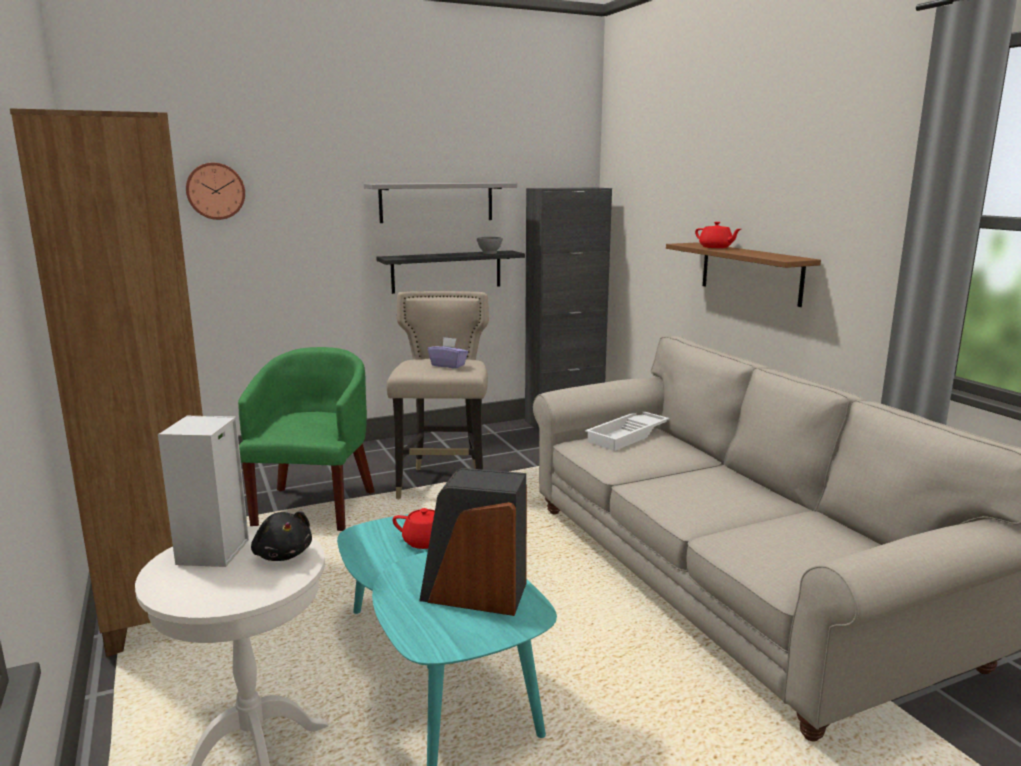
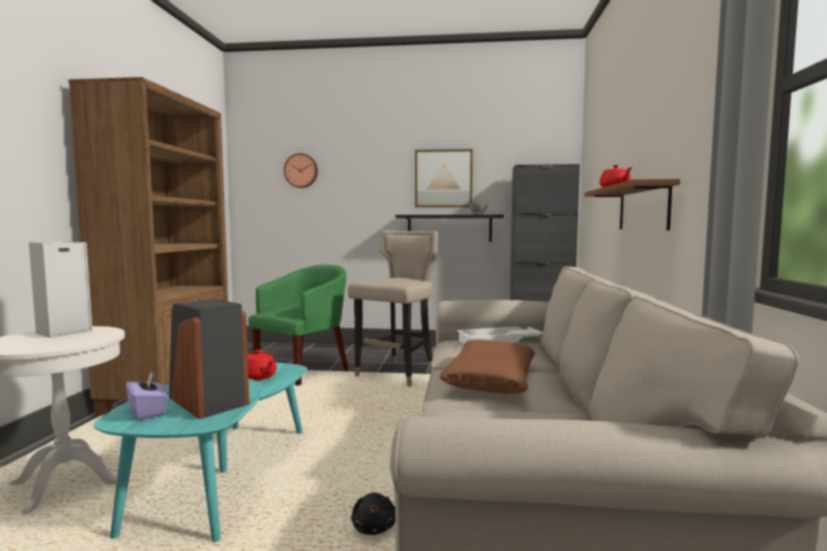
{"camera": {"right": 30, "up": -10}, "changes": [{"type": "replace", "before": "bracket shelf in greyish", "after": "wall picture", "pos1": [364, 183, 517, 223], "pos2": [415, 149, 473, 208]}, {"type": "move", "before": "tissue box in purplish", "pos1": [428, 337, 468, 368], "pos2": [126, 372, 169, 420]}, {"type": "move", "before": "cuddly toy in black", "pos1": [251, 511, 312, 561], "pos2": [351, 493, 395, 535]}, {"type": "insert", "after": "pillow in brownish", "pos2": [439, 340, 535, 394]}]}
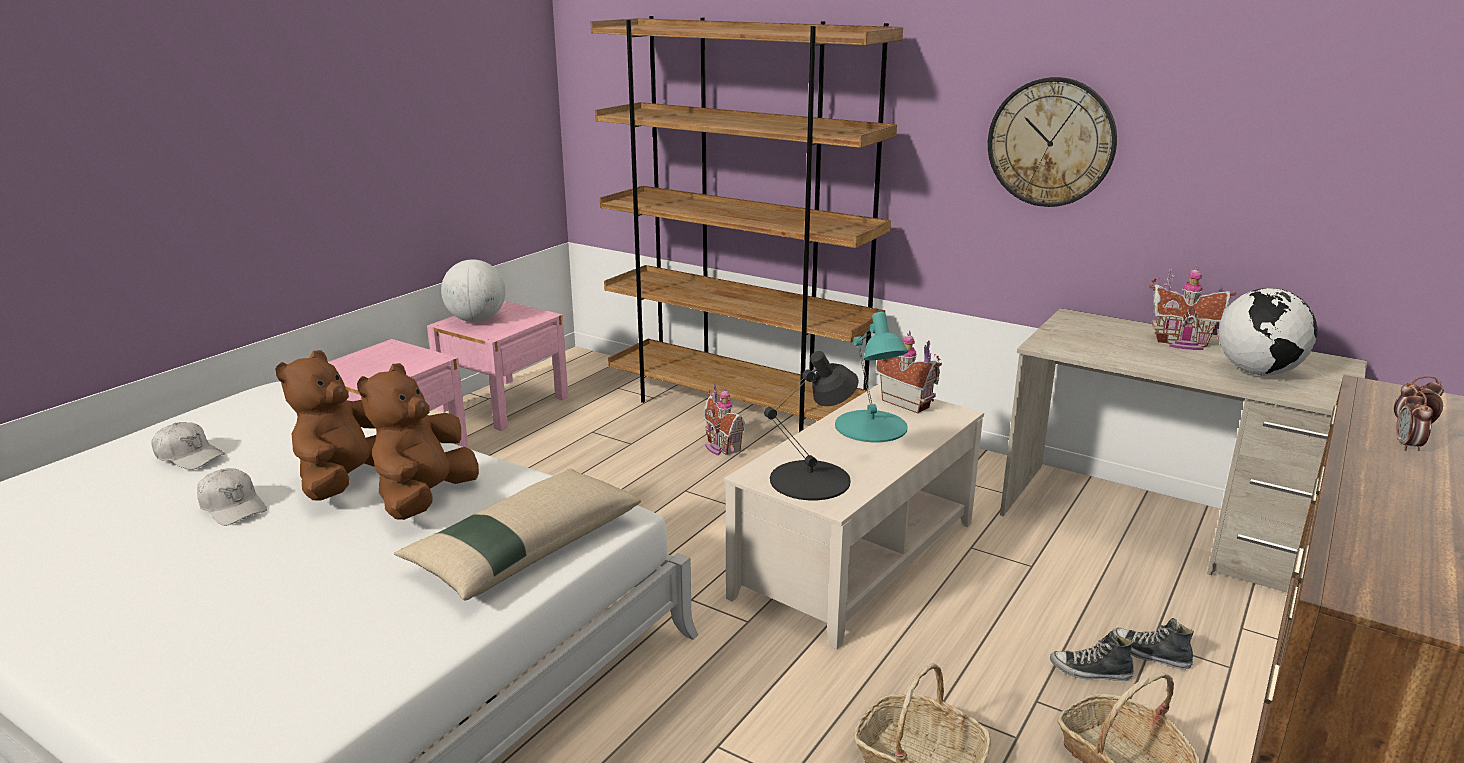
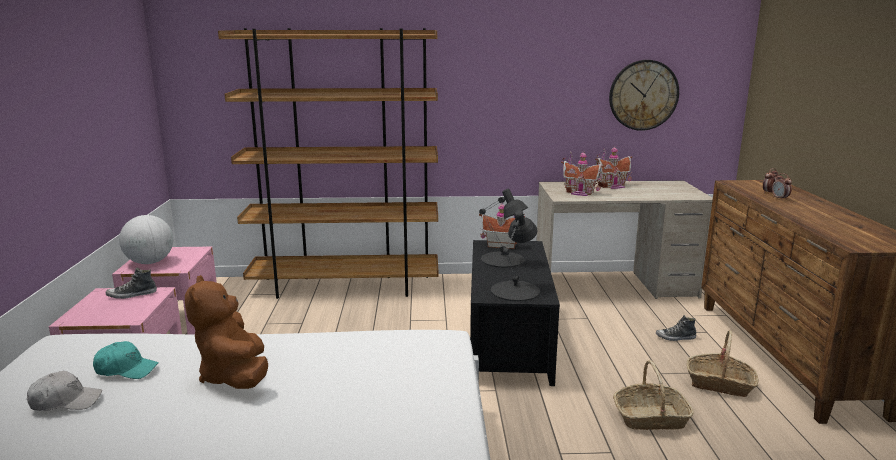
{"camera": {"right": -35, "up": -5}, "changes": [{"type": "move", "before": "clock on the wall", "pos1": [988, 77, 1117, 207], "pos2": [609, 60, 679, 131]}, {"type": "delete", "before": "globe", "pos1": [1219, 288, 1317, 376]}, {"type": "recolor", "before": "lamp for a table in turquoise", "after": "lamp for a table in black", "pos1": [835, 312, 909, 442], "pos2": [479, 189, 528, 268]}, {"type": "delete", "before": "cuddly toy in brownish", "pos1": [357, 363, 479, 520]}, {"type": "move", "before": "miniature house", "pos1": [704, 384, 746, 456], "pos2": [561, 150, 604, 196]}, {"type": "recolor", "before": "coffee table in beige", "after": "coffee table in black", "pos1": [724, 384, 984, 650], "pos2": [470, 240, 560, 386]}, {"type": "delete", "before": "peaked cap in white-coloured", "pos1": [197, 468, 267, 526]}, {"type": "delete", "before": "pillow in beige", "pos1": [394, 469, 641, 601]}, {"type": "move", "before": "low shoe", "pos1": [1050, 631, 1134, 681], "pos2": [105, 268, 157, 299]}, {"type": "insert", "after": "peaked cap in turquoise", "pos2": [93, 341, 159, 379]}]}
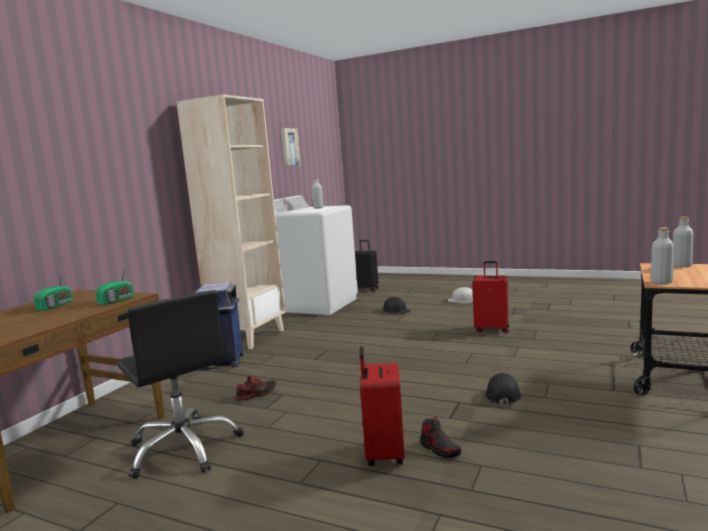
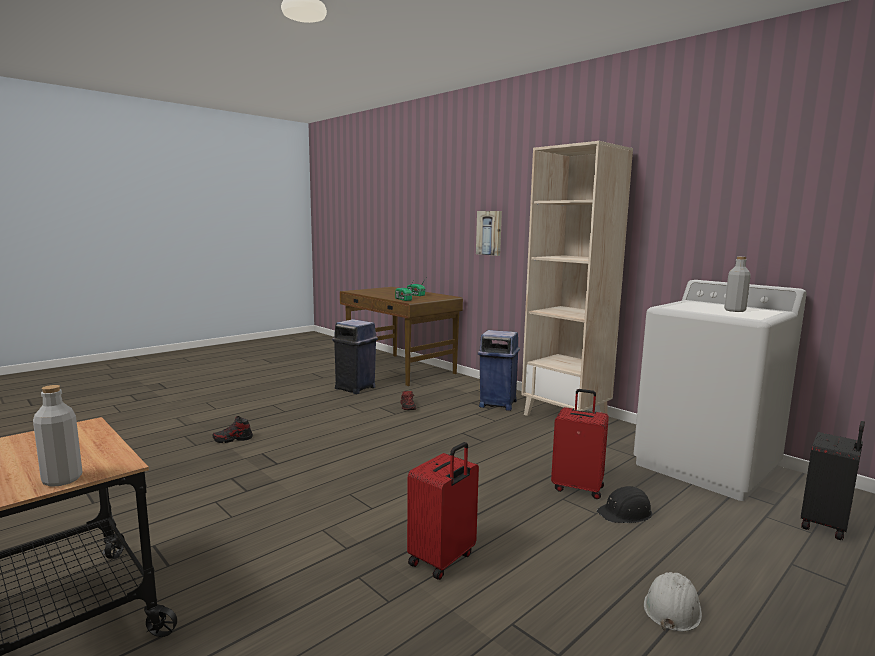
{"camera": {"right": 110, "up": 0}, "changes": [{"type": "move", "before": "wall picture", "pos1": [281, 128, 301, 166], "pos2": [476, 211, 502, 256]}, {"type": "delete", "before": "beverage bottle in greyish", "pos1": [651, 228, 674, 284]}, {"type": "replace", "before": "office chair in black", "after": "rubbish bin in blue-coloured", "pos1": [117, 290, 244, 479], "pos2": [332, 319, 378, 394]}, {"type": "move", "before": "piece of luggage in red", "pos1": [359, 346, 405, 466], "pos2": [551, 389, 609, 499]}, {"type": "delete", "before": "work helmet in black", "pos1": [485, 373, 521, 406]}]}
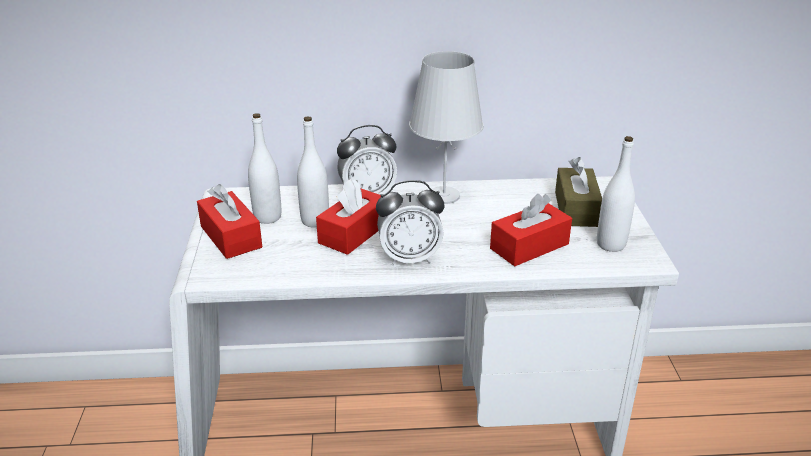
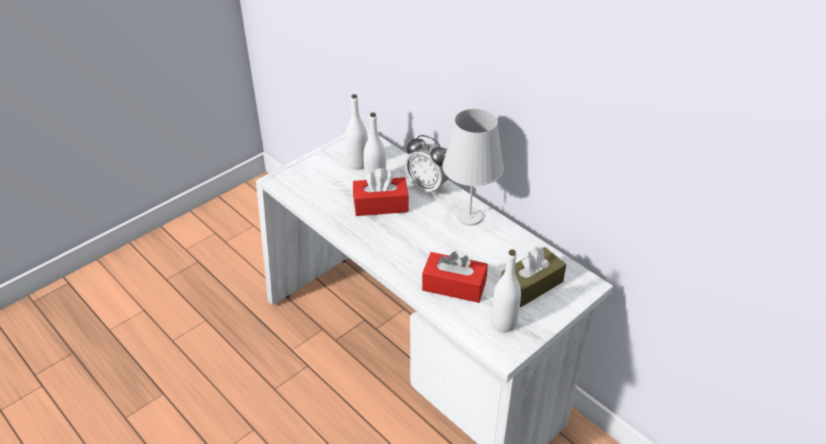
{"camera": {"right": 50, "up": 10}, "changes": [{"type": "delete", "before": "table clock", "pos1": [376, 180, 444, 266]}, {"type": "delete", "before": "tissue box in red", "pos1": [197, 184, 262, 259]}]}
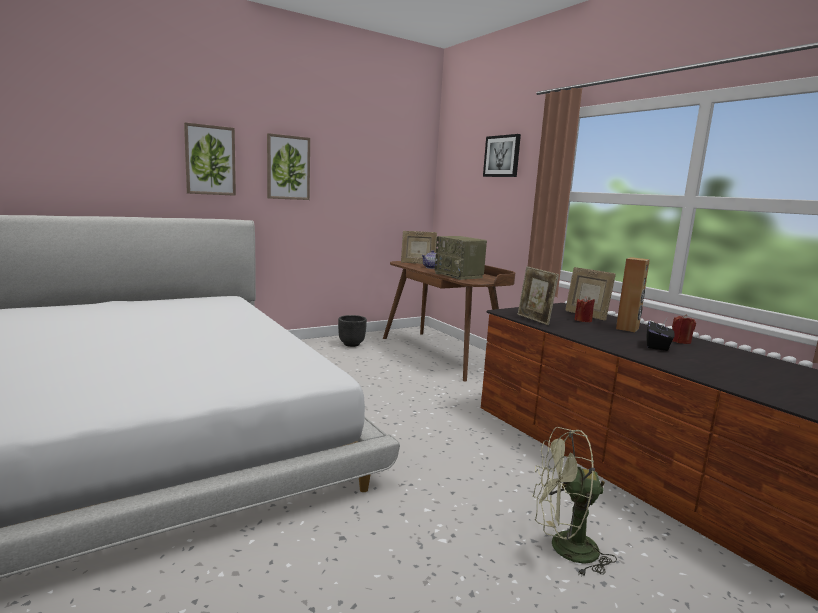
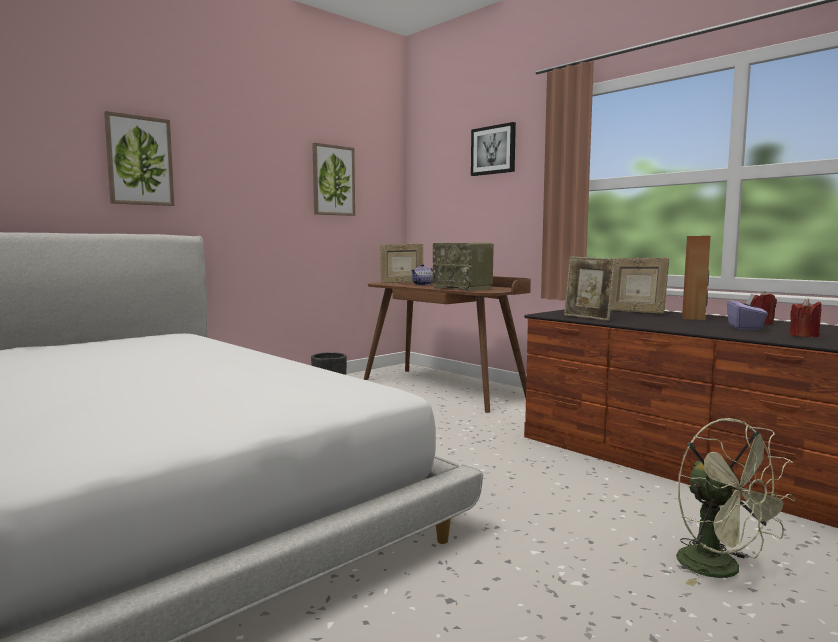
{"camera": {"right": -10, "up": -5}, "changes": [{"type": "move", "before": "wall picture", "pos1": [267, 133, 310, 200], "pos2": [312, 143, 355, 216]}, {"type": "move", "before": "wax candle in red", "pos1": [574, 296, 595, 322], "pos2": [789, 299, 821, 337]}, {"type": "recolor", "before": "tissue box in black", "after": "tissue box in purplish", "pos1": [647, 318, 675, 351], "pos2": [727, 294, 768, 330]}, {"type": "rotate", "before": "electric fan in green", "pos1": [532, 427, 617, 577], "pos2": [676, 418, 796, 586], "turn": -105}]}
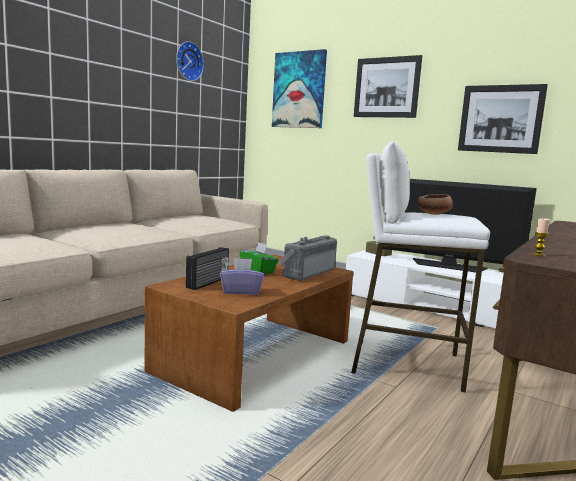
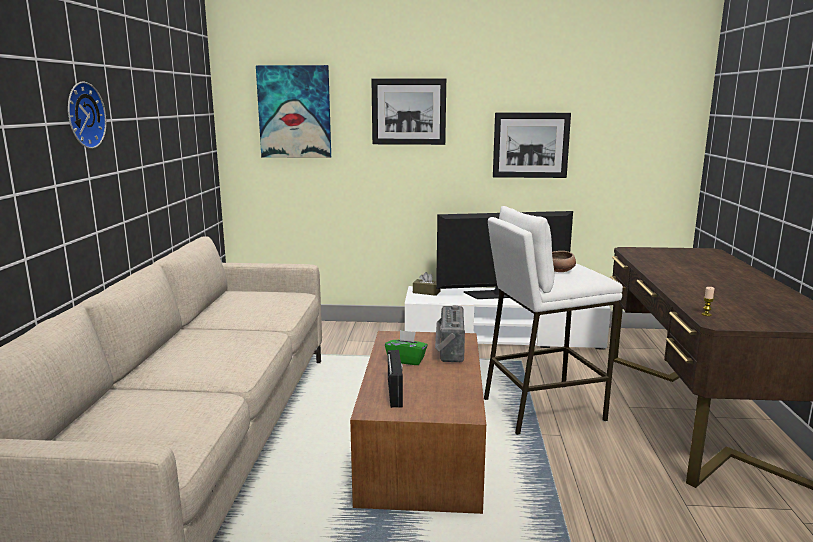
{"camera": {"right": -30, "up": 5}, "changes": [{"type": "move", "before": "clock on the wall", "pos1": [176, 41, 204, 81], "pos2": [68, 82, 107, 149]}, {"type": "delete", "before": "tissue box in purplish", "pos1": [220, 258, 264, 295]}]}
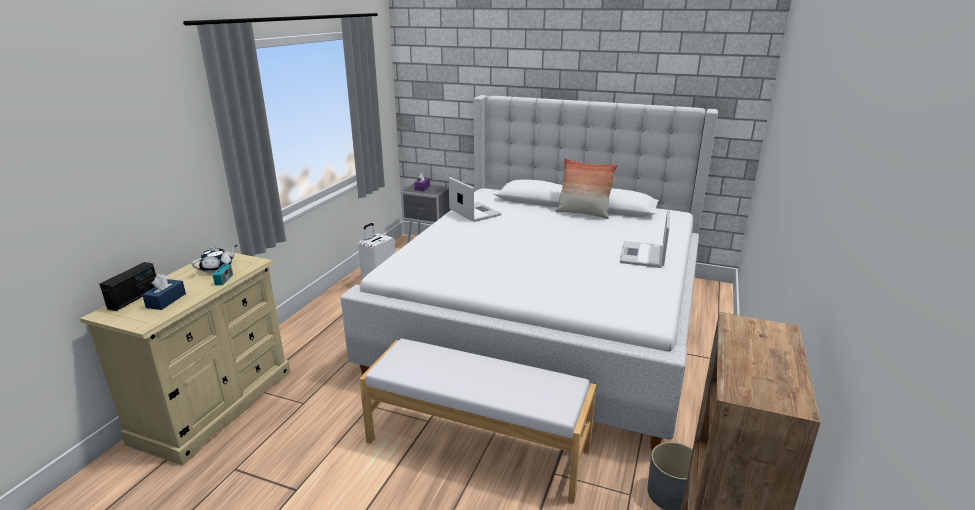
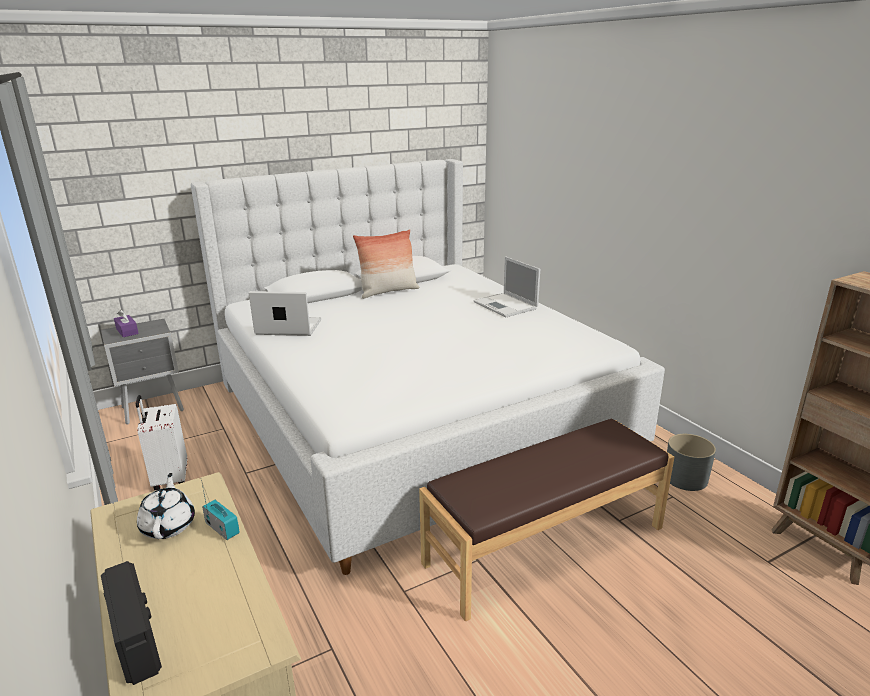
{"camera": {"right": -50, "up": 0}, "changes": [{"type": "delete", "before": "tissue box in blue-coloured", "pos1": [142, 274, 186, 310]}, {"type": "recolor", "before": "indoor bench in white-coloured", "after": "indoor bench in brownish", "pos1": [359, 338, 596, 503], "pos2": [419, 419, 674, 622]}]}
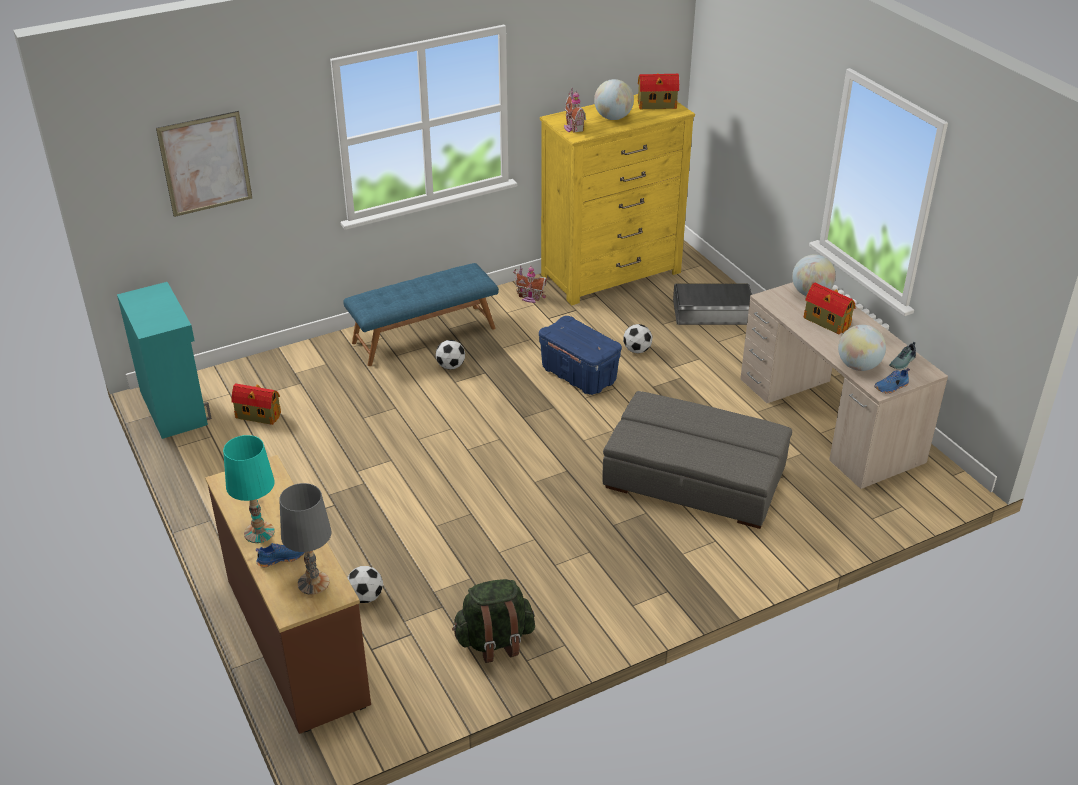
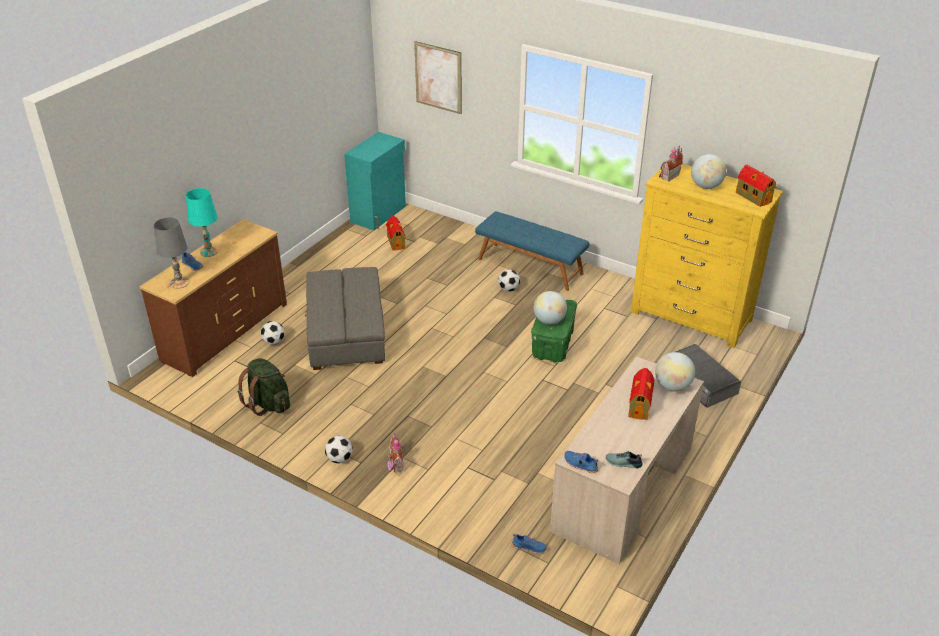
{"camera": {"right": 60, "up": 0}, "changes": [{"type": "move", "before": "miniature house", "pos1": [513, 265, 548, 303], "pos2": [387, 432, 404, 472]}, {"type": "recolor", "before": "storage container in blue-coloured", "after": "storage container in green", "pos1": [539, 316, 622, 395], "pos2": [531, 300, 577, 362]}, {"type": "move", "before": "football ball", "pos1": [623, 324, 653, 353], "pos2": [325, 436, 353, 464]}, {"type": "move", "before": "globe", "pos1": [838, 325, 886, 371], "pos2": [534, 291, 567, 324]}, {"type": "move", "before": "pouffe in greyish", "pos1": [602, 391, 792, 529], "pos2": [305, 267, 385, 370]}, {"type": "insert", "after": "low shoe in blue-coloured", "pos2": [512, 534, 547, 554]}]}
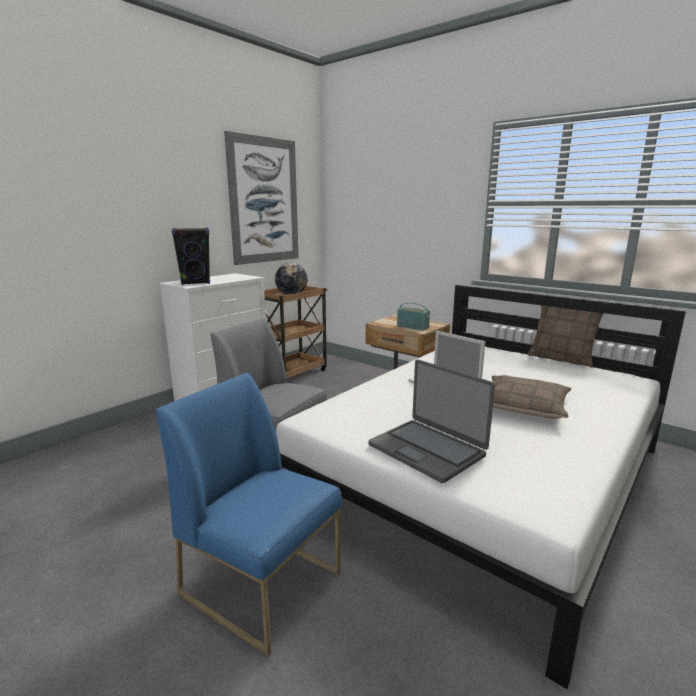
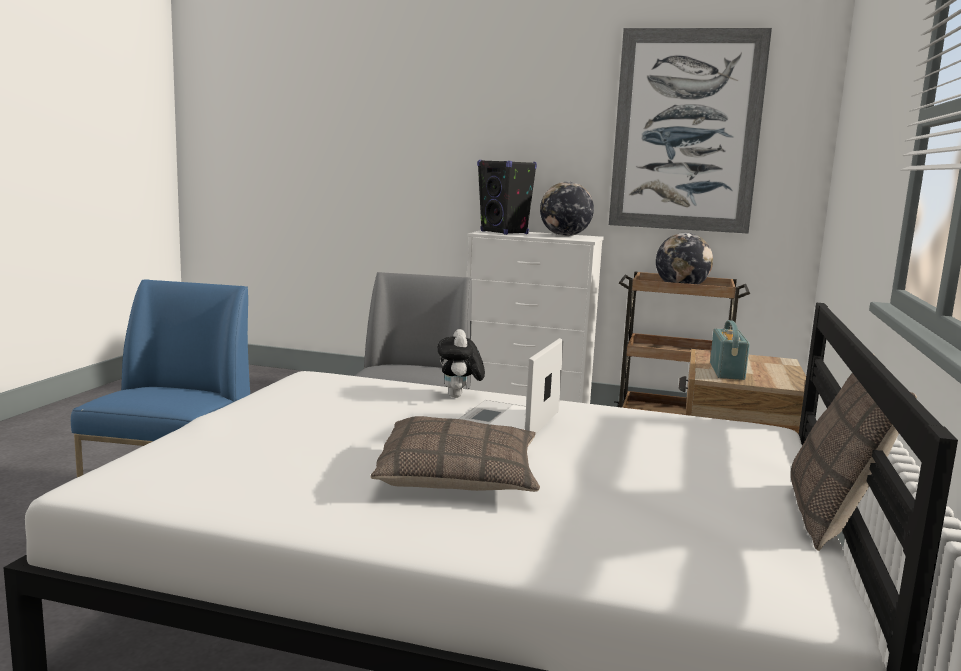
{"camera": {"right": 65, "up": -5}, "changes": [{"type": "delete", "before": "notebook computer", "pos1": [369, 359, 495, 483]}, {"type": "insert", "after": "globe", "pos2": [540, 182, 594, 236]}, {"type": "insert", "after": "cuddly toy", "pos2": [438, 329, 485, 398]}]}
